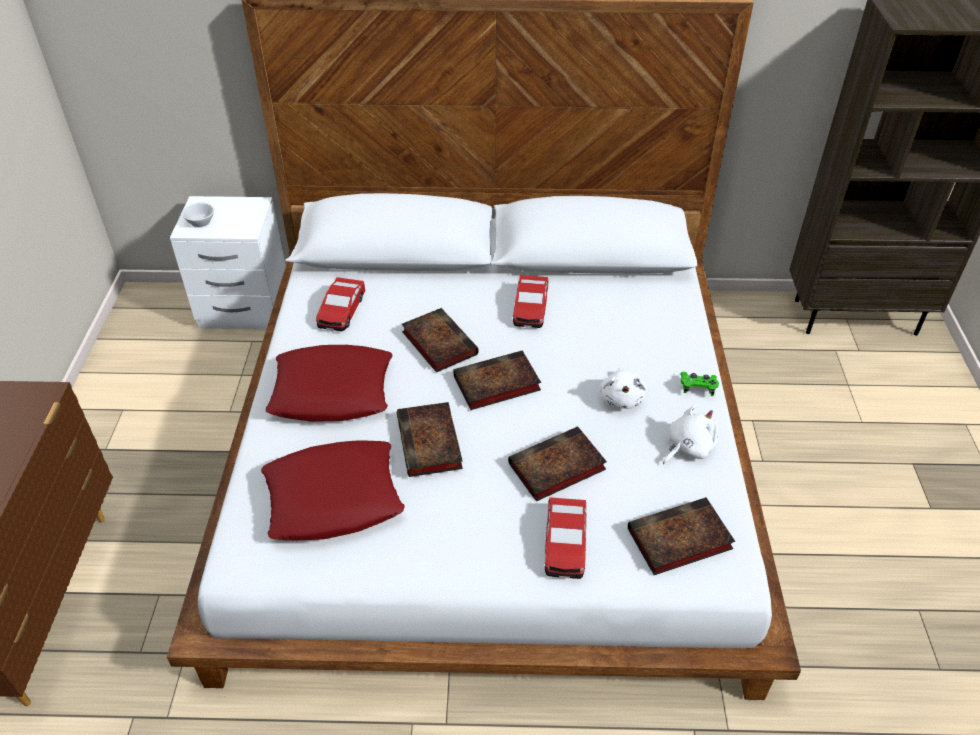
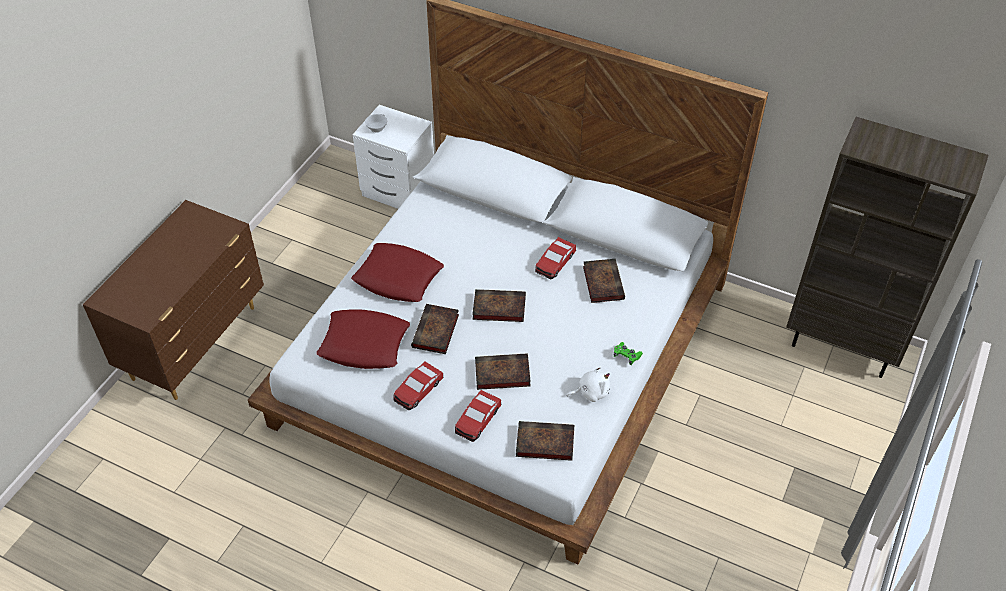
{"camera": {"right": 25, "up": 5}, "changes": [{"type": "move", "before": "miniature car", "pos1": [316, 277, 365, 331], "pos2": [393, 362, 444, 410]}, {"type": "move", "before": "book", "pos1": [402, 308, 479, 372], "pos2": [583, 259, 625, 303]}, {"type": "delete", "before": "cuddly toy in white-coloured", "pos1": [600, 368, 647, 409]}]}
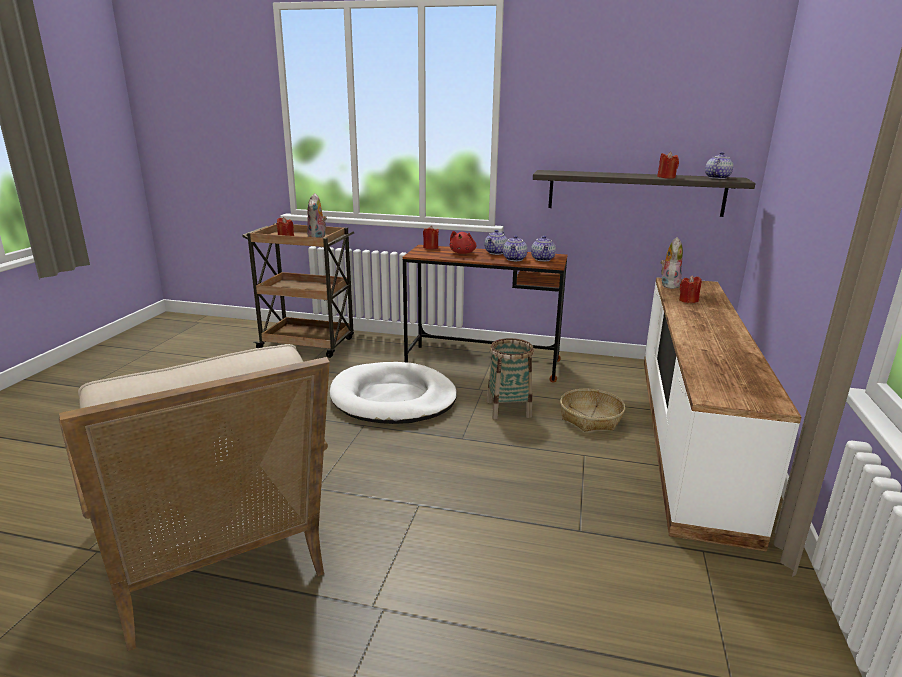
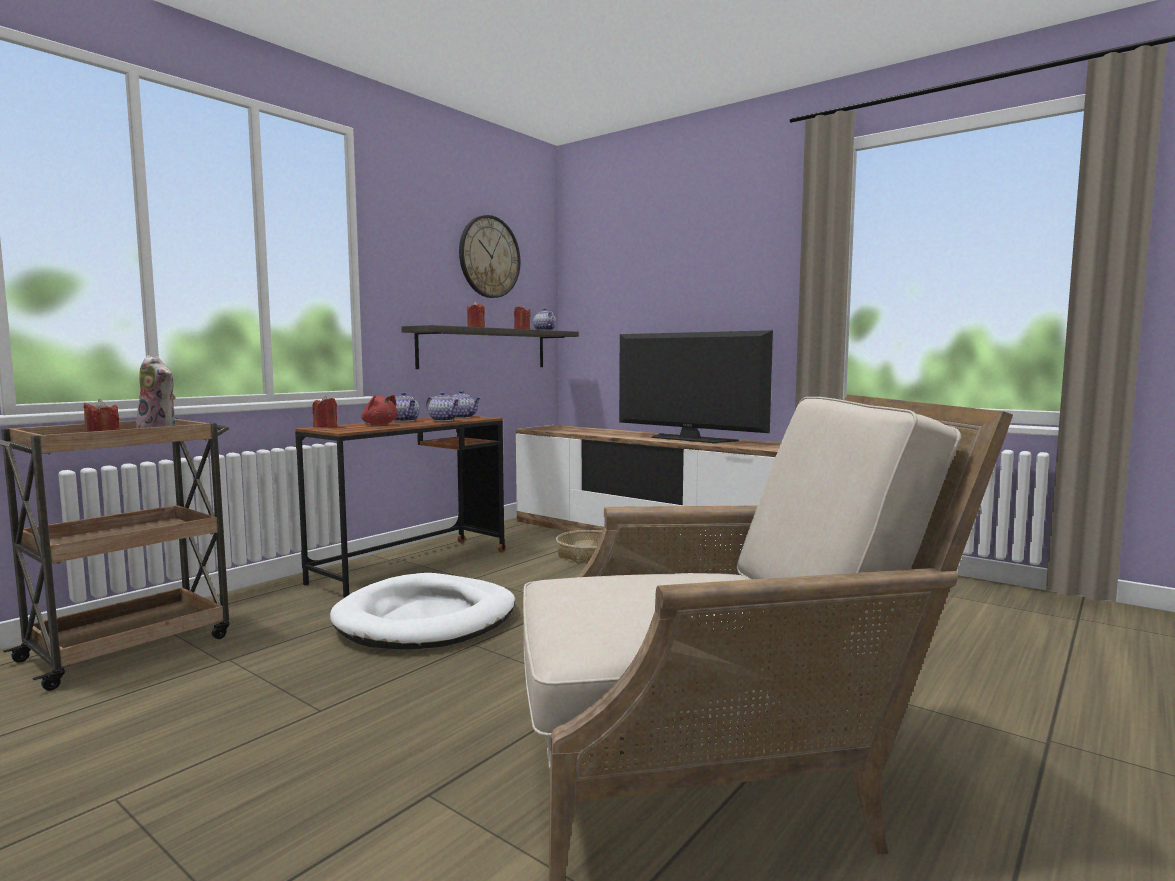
{"camera": {"right": -65, "up": -15}, "changes": [{"type": "delete", "before": "cuddly toy", "pos1": [661, 237, 683, 289]}, {"type": "move", "before": "wax candle in red", "pos1": [679, 275, 701, 303], "pos2": [467, 302, 485, 327]}, {"type": "delete", "before": "storage basket", "pos1": [487, 338, 534, 420]}, {"type": "insert", "after": "clock on the wall", "pos2": [459, 215, 520, 298]}, {"type": "insert", "after": "TV set", "pos2": [619, 330, 773, 443]}]}
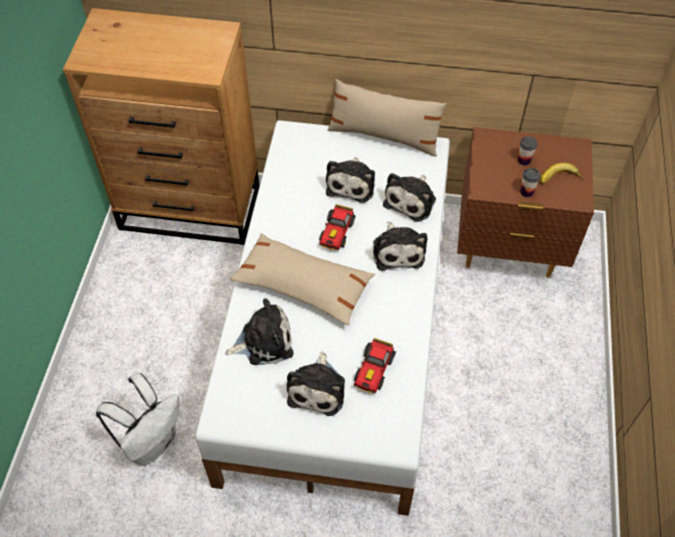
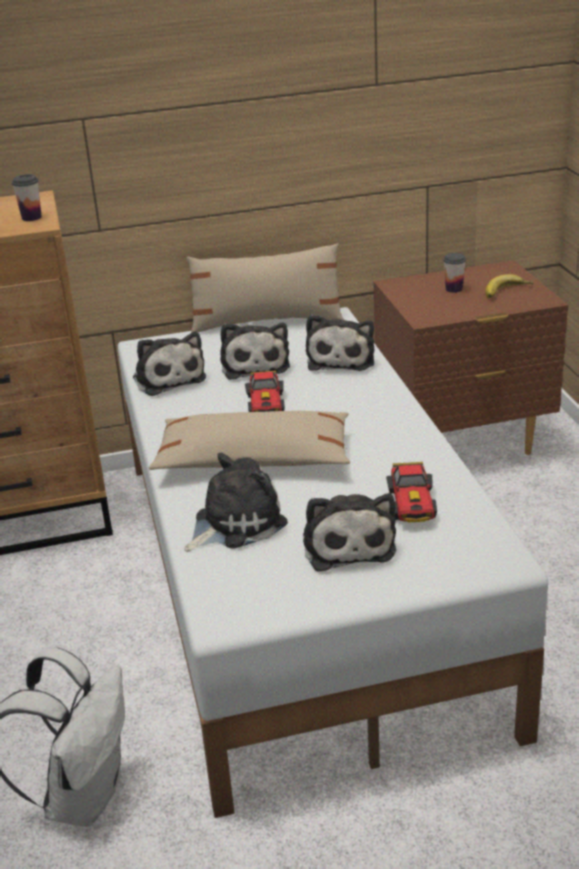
{"camera": {"right": -20, "up": -25}, "changes": [{"type": "move", "before": "drinking cup", "pos1": [520, 168, 541, 197], "pos2": [12, 174, 42, 221]}, {"type": "move", "before": "cuddly toy", "pos1": [373, 221, 427, 271], "pos2": [133, 331, 206, 396]}]}
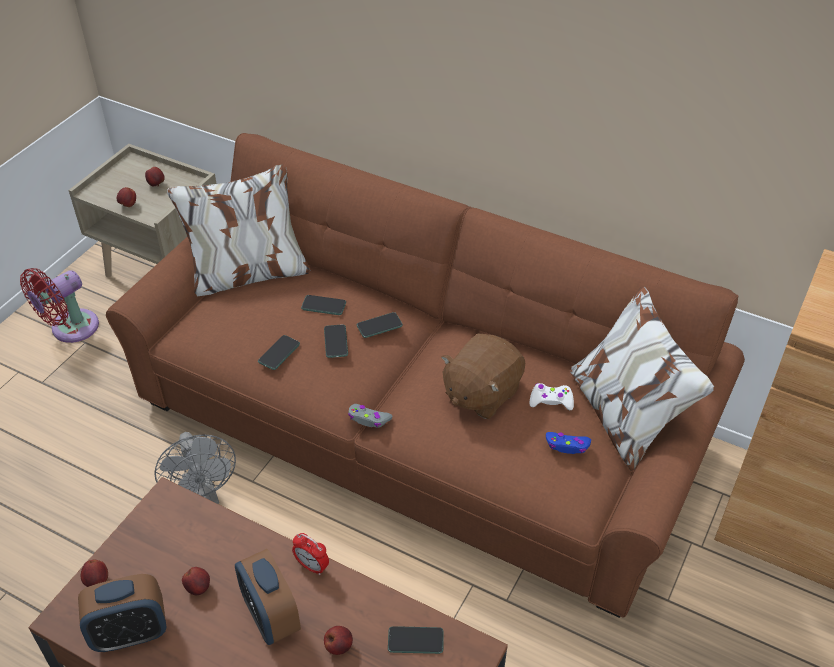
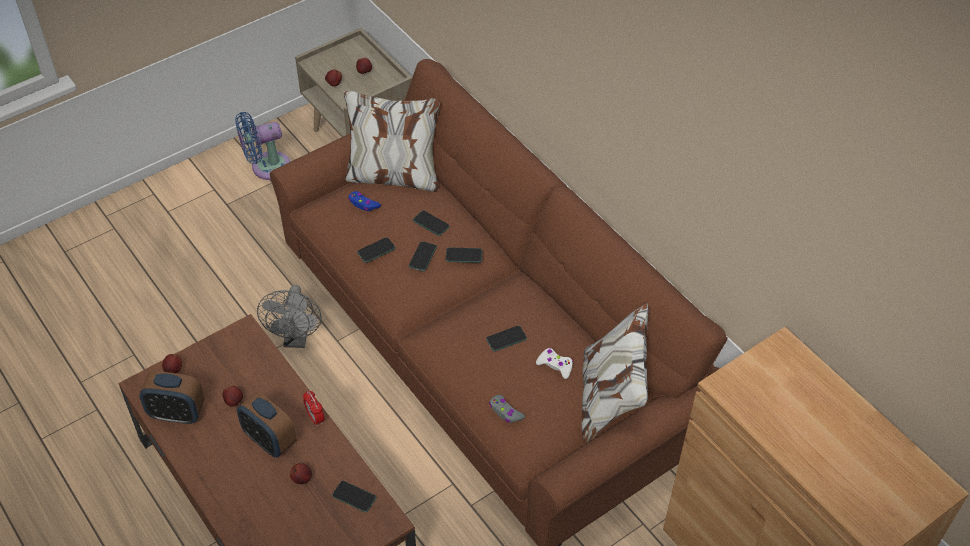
{"camera": {"right": 25, "up": 5}, "changes": [{"type": "recolor", "before": "electric fan in red", "after": "electric fan in blue-coloured", "pos1": [20, 268, 99, 343], "pos2": [235, 112, 290, 180]}, {"type": "replace", "before": "cuddly toy in brownish", "after": "handset", "pos1": [441, 334, 525, 419], "pos2": [486, 326, 527, 352]}, {"type": "move", "before": "gamepad in greyish", "pos1": [348, 404, 393, 427], "pos2": [489, 395, 525, 423]}, {"type": "move", "before": "gamepad in blue-coloured", "pos1": [546, 432, 591, 454], "pos2": [348, 191, 381, 211]}, {"type": "rotate", "before": "table clock", "pos1": [235, 549, 301, 645], "pos2": [237, 392, 296, 458], "turn": -45}]}
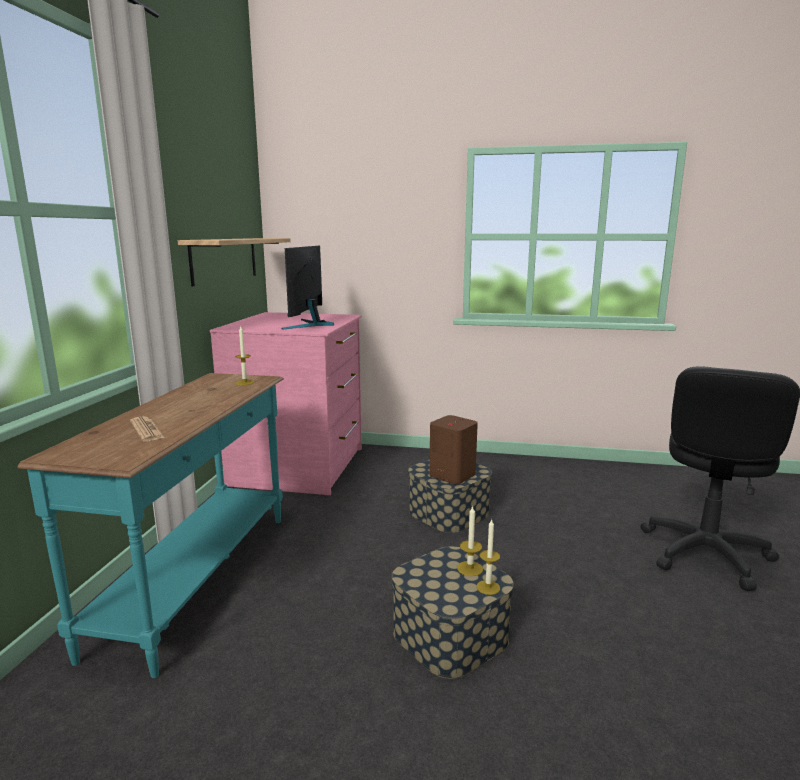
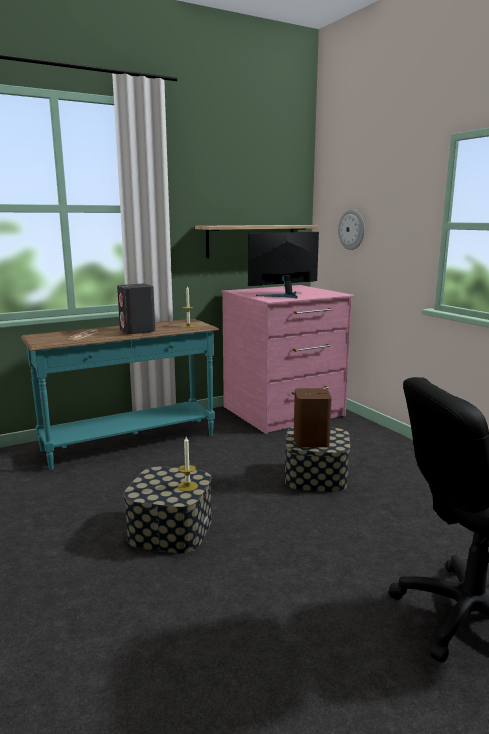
{"camera": {"right": 50, "up": 0}, "changes": [{"type": "delete", "before": "wax candle", "pos1": [477, 520, 500, 595]}, {"type": "insert", "after": "clock on the wall", "pos2": [338, 209, 365, 250]}, {"type": "insert", "after": "loudspeaker in greyish", "pos2": [117, 284, 155, 334]}]}
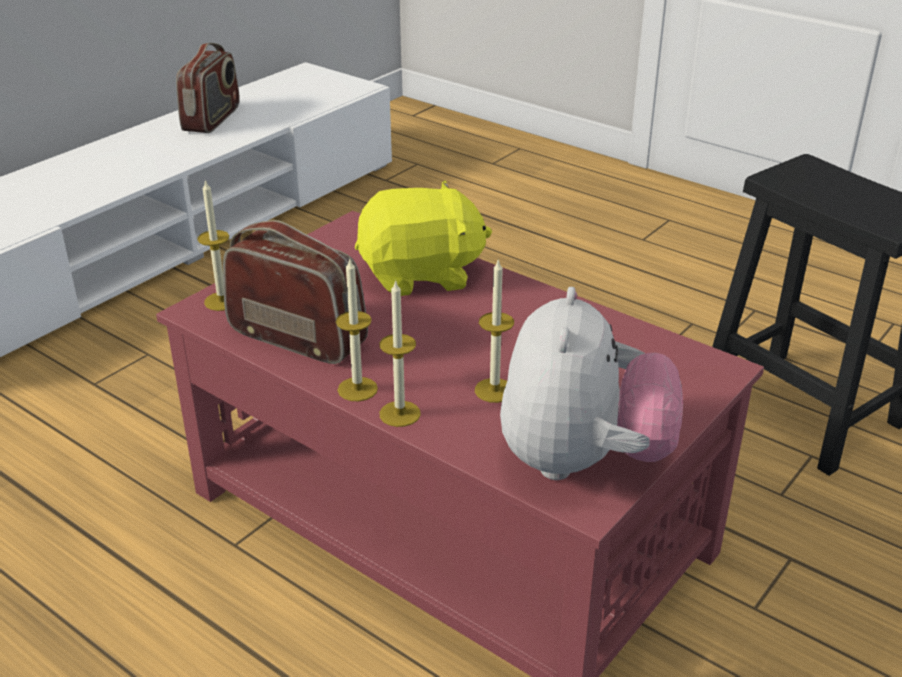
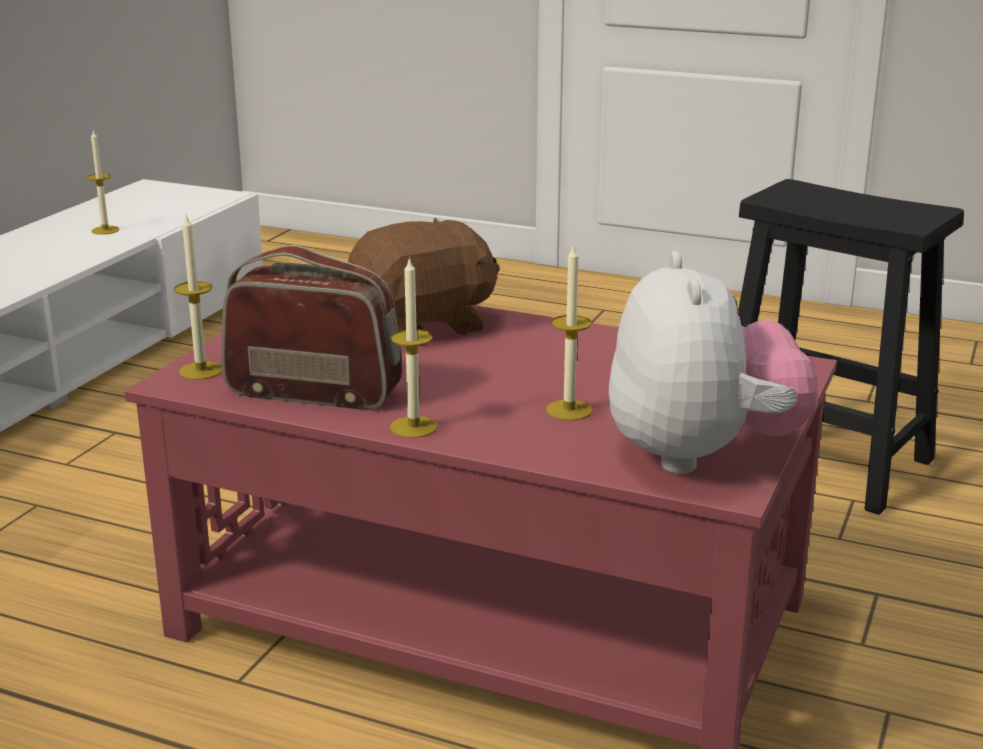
{"camera": {"right": -15, "up": -10}, "changes": [{"type": "delete", "before": "radio", "pos1": [176, 43, 240, 133]}, {"type": "recolor", "before": "cuddly toy in yellow-coloured", "after": "cuddly toy in brownish", "pos1": [355, 180, 492, 296], "pos2": [348, 218, 500, 335]}, {"type": "move", "before": "wax candle", "pos1": [380, 280, 421, 427], "pos2": [87, 131, 119, 235]}]}
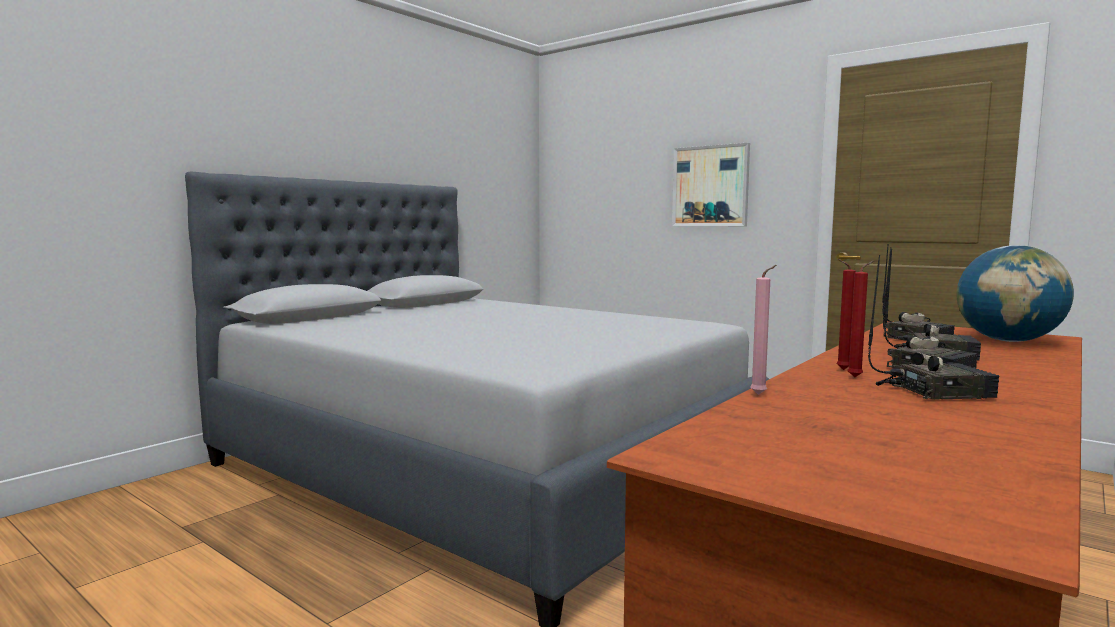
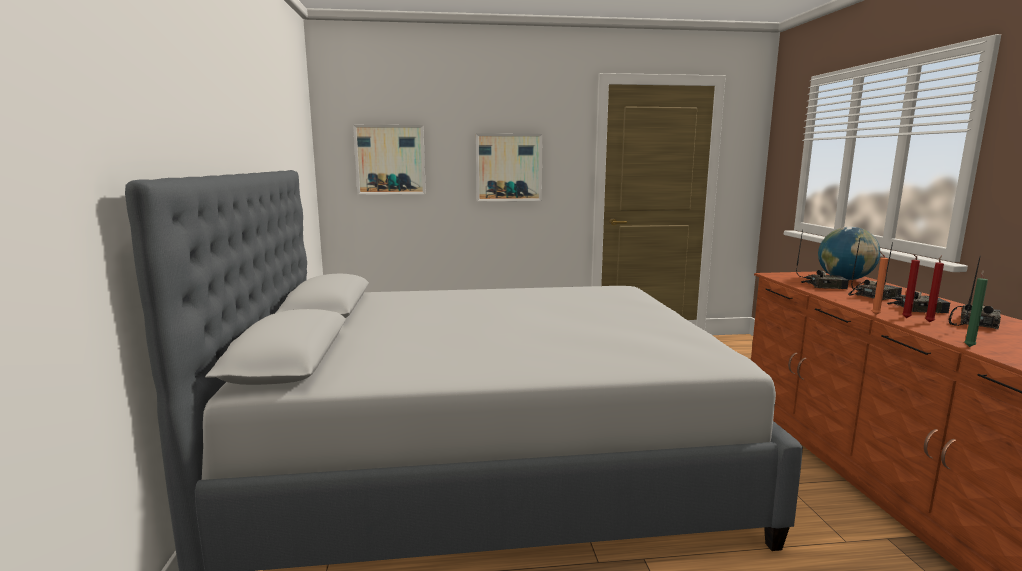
{"camera": {"right": -45, "up": 5}, "changes": [{"type": "recolor", "before": "wax candle in pink", "after": "wax candle in green", "pos1": [750, 265, 777, 395], "pos2": [964, 270, 988, 347]}, {"type": "insert", "after": "wall picture", "pos2": [353, 125, 426, 195]}, {"type": "insert", "after": "wax candle in orangey", "pos2": [872, 251, 888, 315]}]}
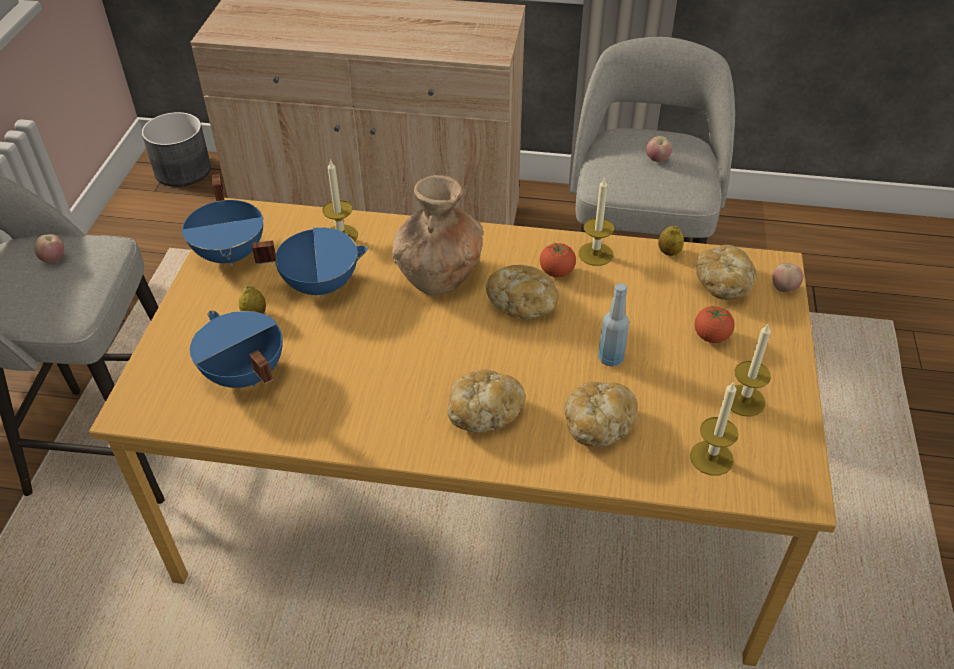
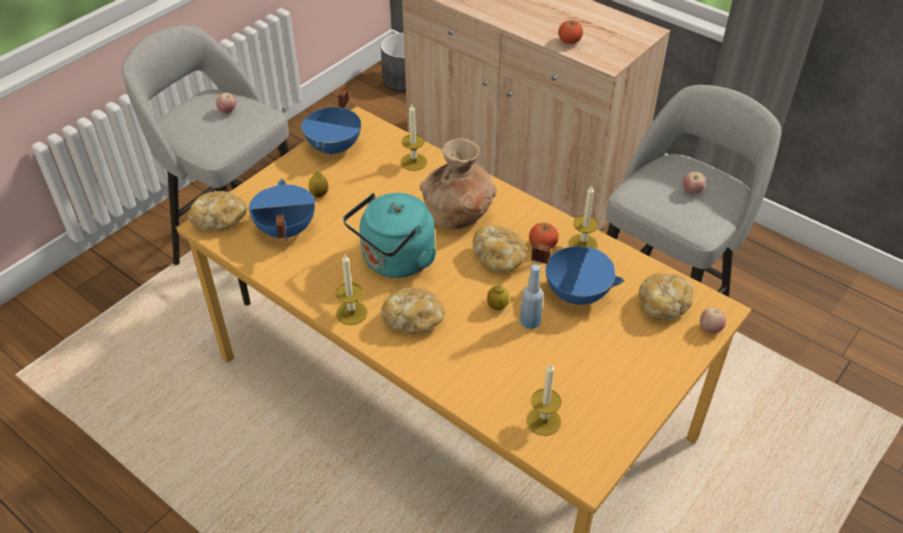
{"camera": {"right": 30, "up": 0}, "changes": [{"type": "move", "before": "whole lemon", "pos1": [658, 226, 684, 256], "pos2": [487, 285, 509, 310]}, {"type": "move", "before": "cooking pot in blue-coloured", "pos1": [252, 227, 369, 298], "pos2": [531, 243, 624, 306]}, {"type": "move", "before": "whole tomato", "pos1": [695, 306, 735, 343], "pos2": [558, 20, 583, 44]}, {"type": "move", "before": "wax candle", "pos1": [731, 323, 771, 417], "pos2": [336, 254, 367, 325]}, {"type": "move", "before": "bakery bread", "pos1": [565, 382, 638, 447], "pos2": [188, 191, 247, 231]}, {"type": "insert", "after": "tea kettle in turquoise", "pos2": [343, 193, 437, 278]}]}
